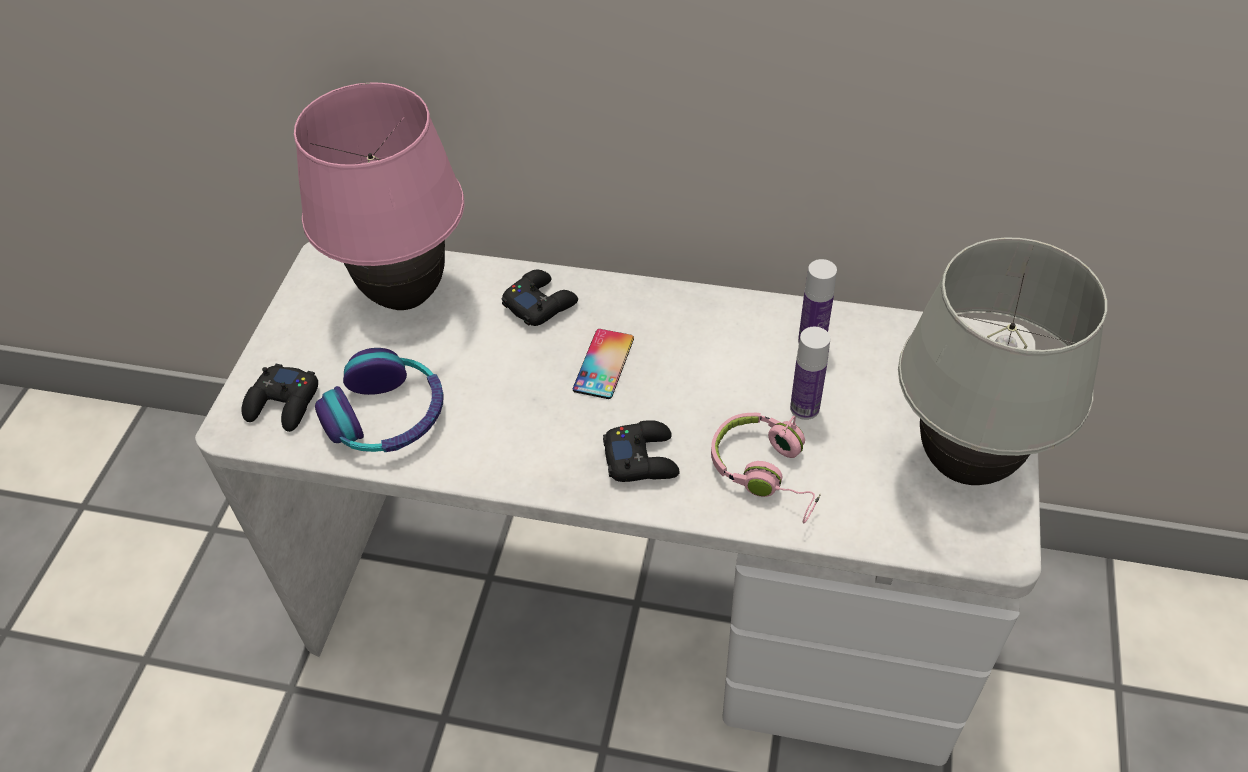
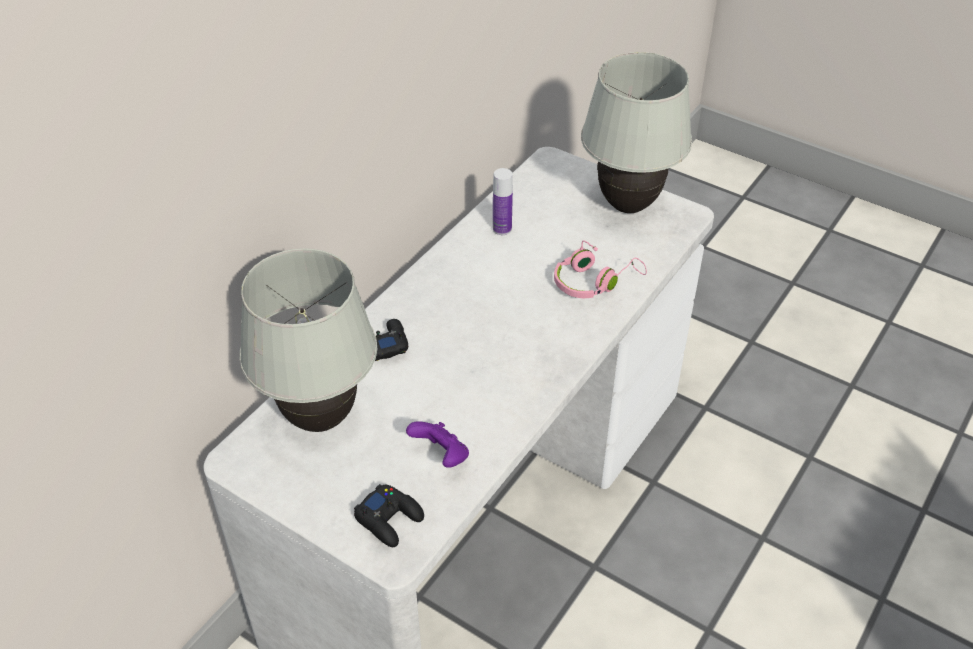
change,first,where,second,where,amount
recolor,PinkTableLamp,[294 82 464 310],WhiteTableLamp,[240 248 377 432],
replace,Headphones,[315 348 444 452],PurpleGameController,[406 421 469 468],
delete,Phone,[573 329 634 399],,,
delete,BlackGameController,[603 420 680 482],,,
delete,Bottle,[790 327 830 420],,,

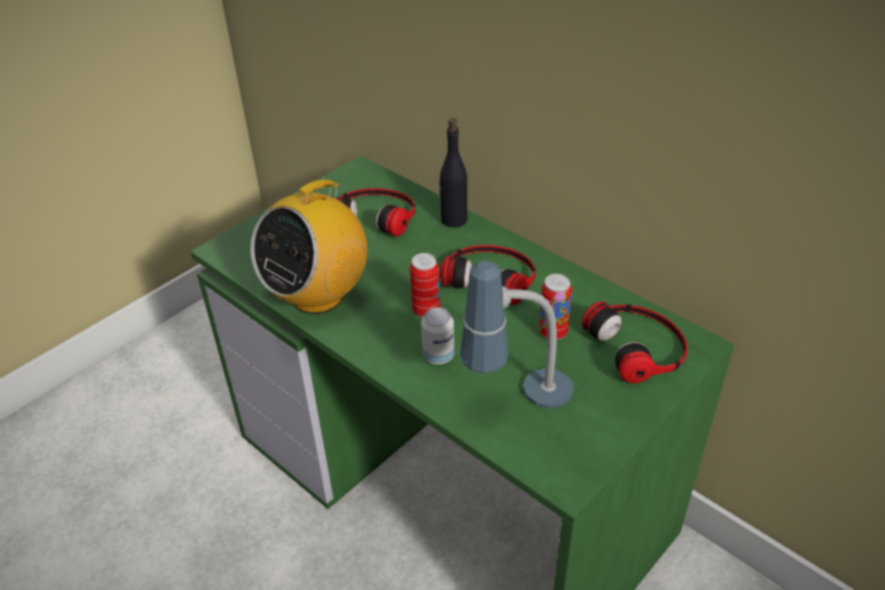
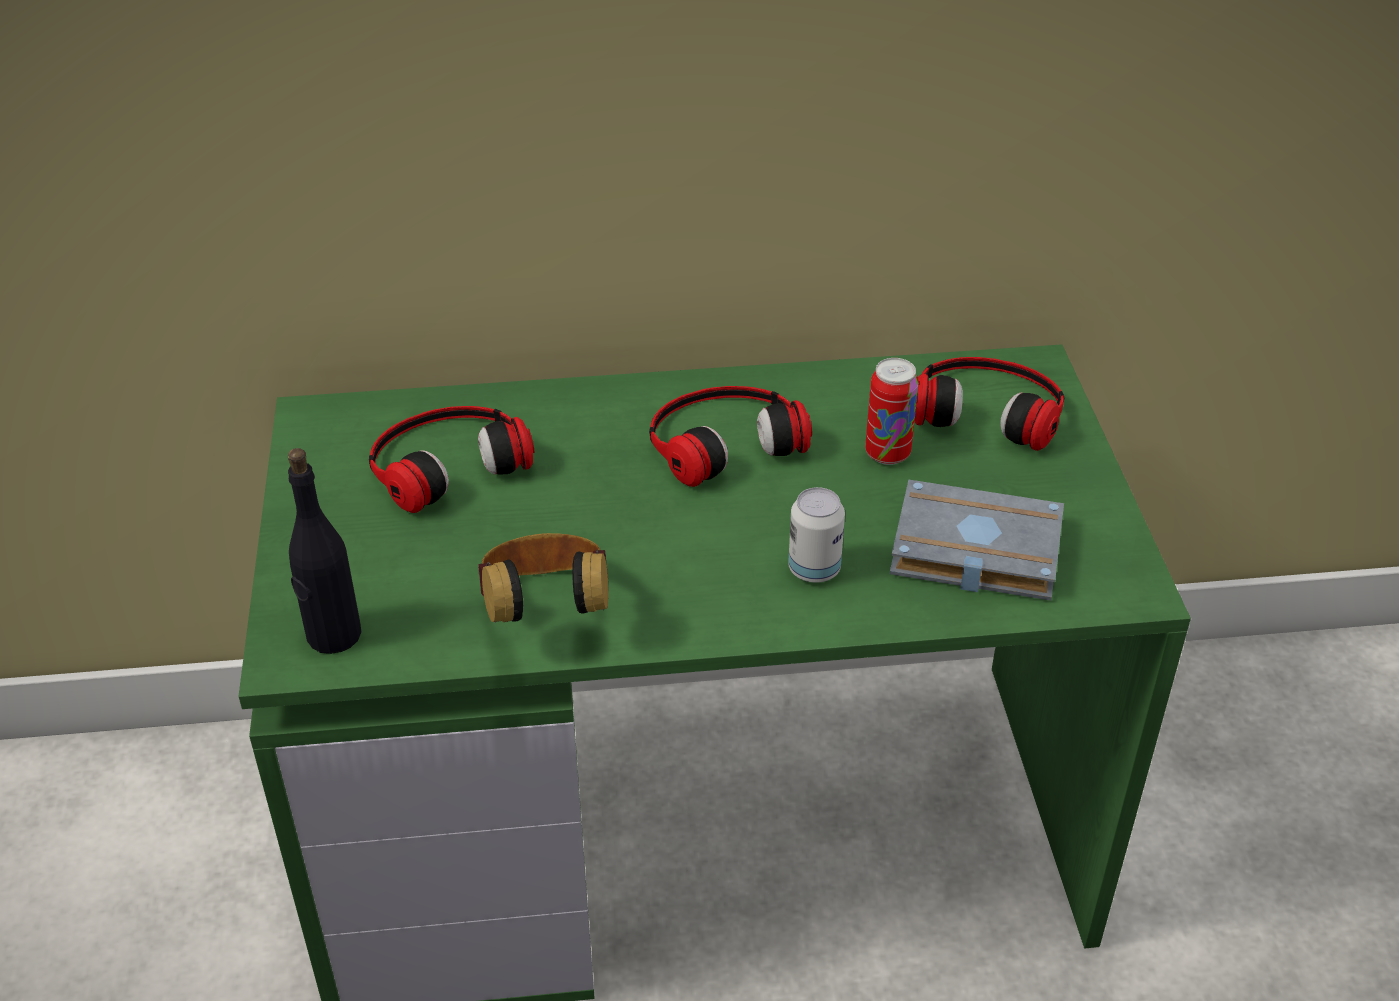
change,first,where,second,where,amount
replace,Radio,[250 174 367 314],Headphones,[478 533 609 623],
delete,Can,[410 253 440 317],,,
move,BlackBottle,[439 118 467 228],,[288 448 361 654],
replace,TableLamp,[460 261 574 409],GreyBook,[890 479 1064 601],

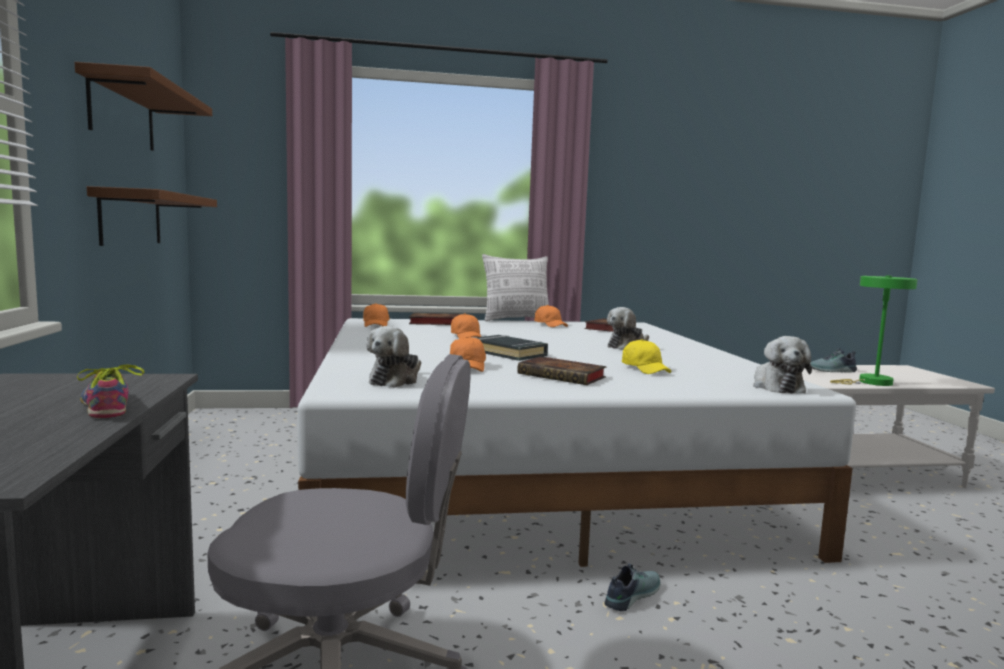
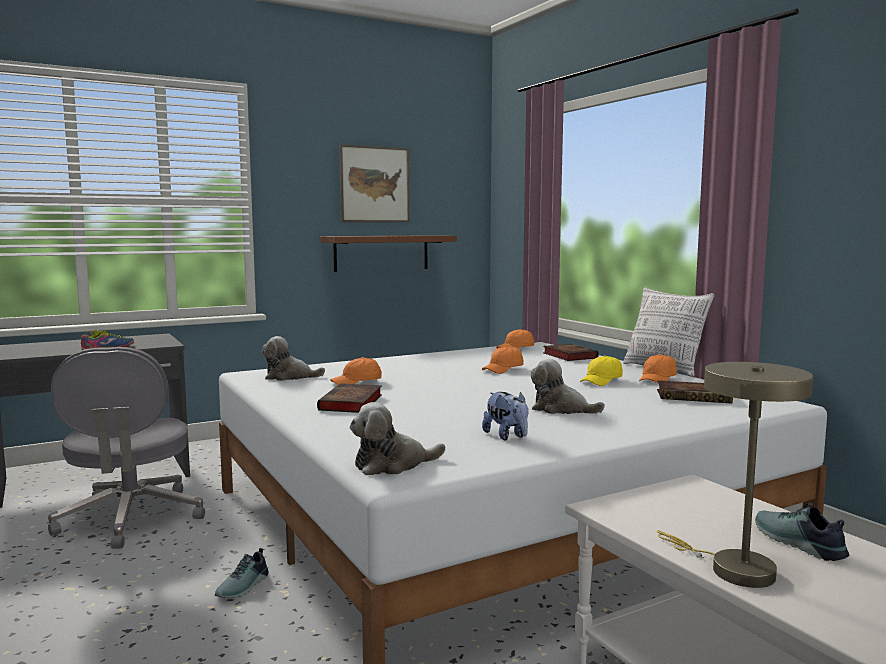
change,first,where,second,where,amount
replace,BrownShelf,[75 62 212 151],Picture,[339 144 410 222],
delete,BlackBook,[476 335 548 361],,,
rotate,Shoe,[604 563 660 611],,[215 548 269 598],90 degrees clockwise
move,YellowCap,[622 339 672 374],,[580 356 623 386],
recolor,GreenTableLamp,[830 275 917 386],BeigeTableLamp,[657 362 813 588],
insert,,,PlushToy,[482 392 528 440],

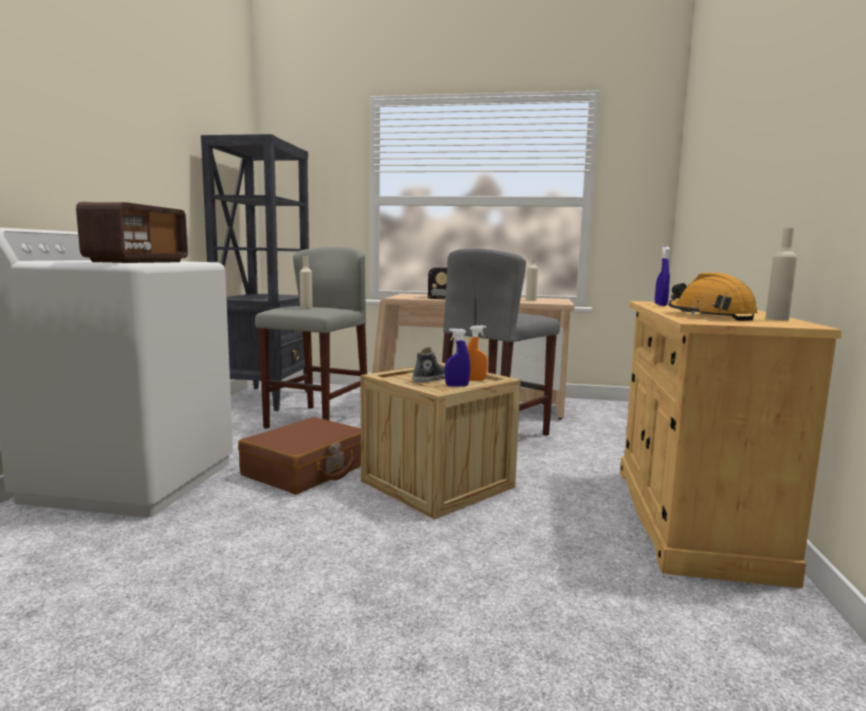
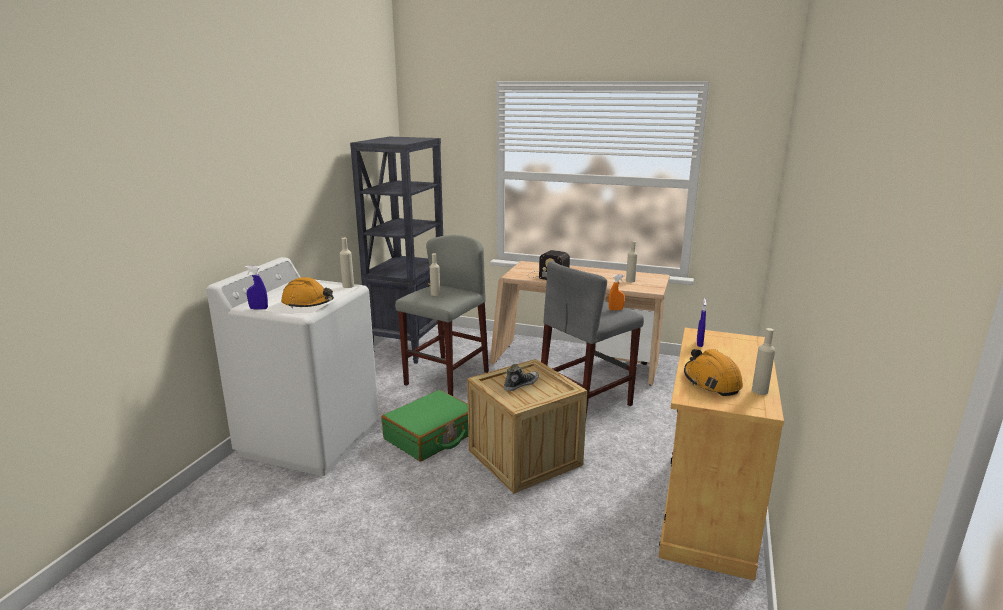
change,first,where,second,where,amount
replace,Radio,[76 202 188 263],OrangeHardHat,[281 277 334 308],
recolor,BrownSuitcase,[238 417 361 494],GreenSuitcase,[381 390 468 461],
move,BlueSprayBottle,[445 328 470 387],,[245 266 268 309],
move,OrangeSprayBottle,[467 325 488 381],,[609 275 625 310],
insert,,,BeigeBottle,[340 238 354 288],

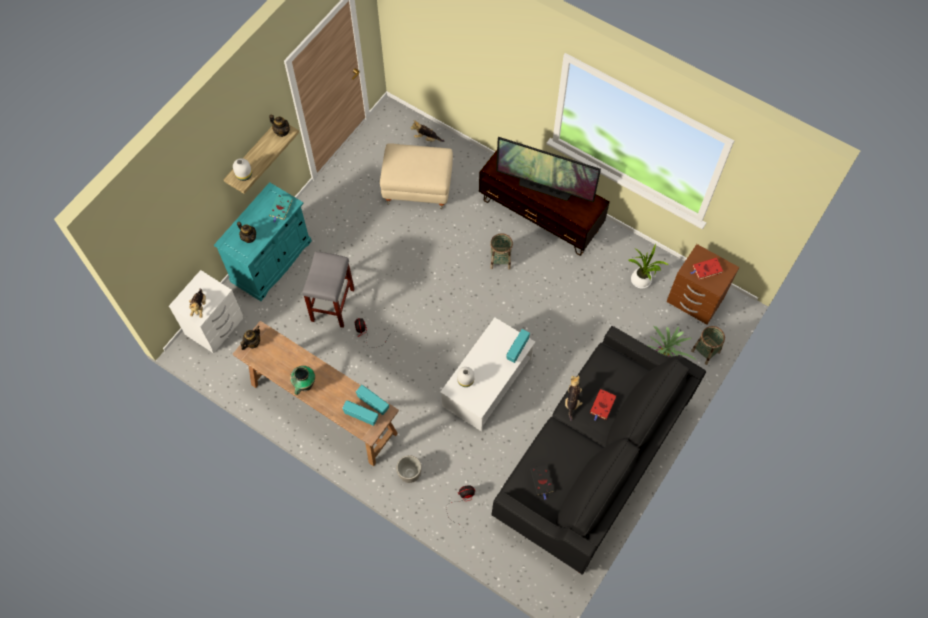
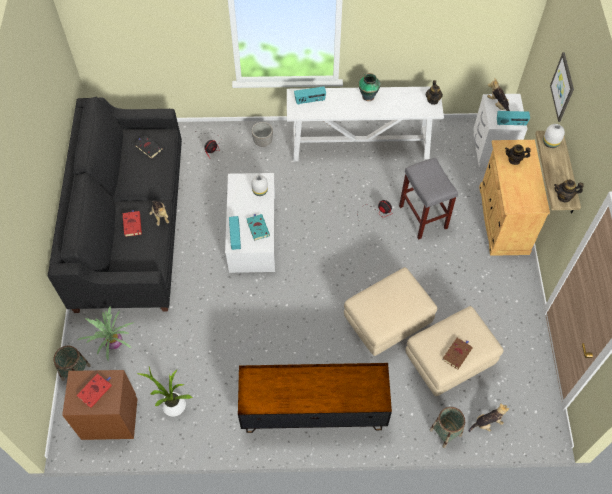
change,first,where,second,where,amount
recolor,TurquoiseCabinet,[214 182 312 301],BeigeCabinet,[479 140 550 256],
recolor,BrownConsoleTable,[233 321 399 466],WhiteConsoleTable,[287 86 444 161],
move,TurquoiseBook,[269 194 293 222],,[246 214 270 241],
move,Radio,[356 385 389 415],,[497 111 530 126],
move,Basket,[490 233 513 270],,[430 407 465 448],
delete,Television,[496 137 601 202],,,
insert,,,BeigeOttoman,[344 267 437 356],
insert,,,BrownBook,[442 338 473 369],
insert,,,Picture,[550 52 574 122],

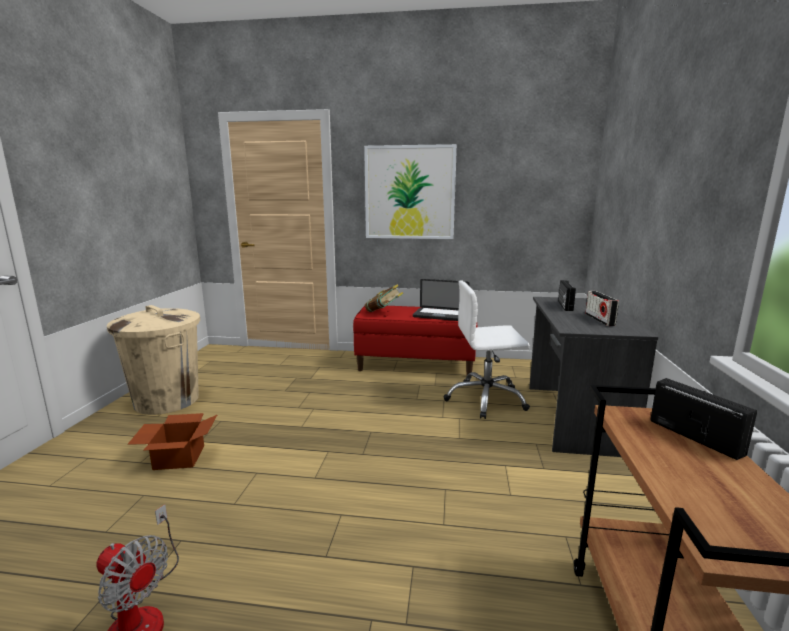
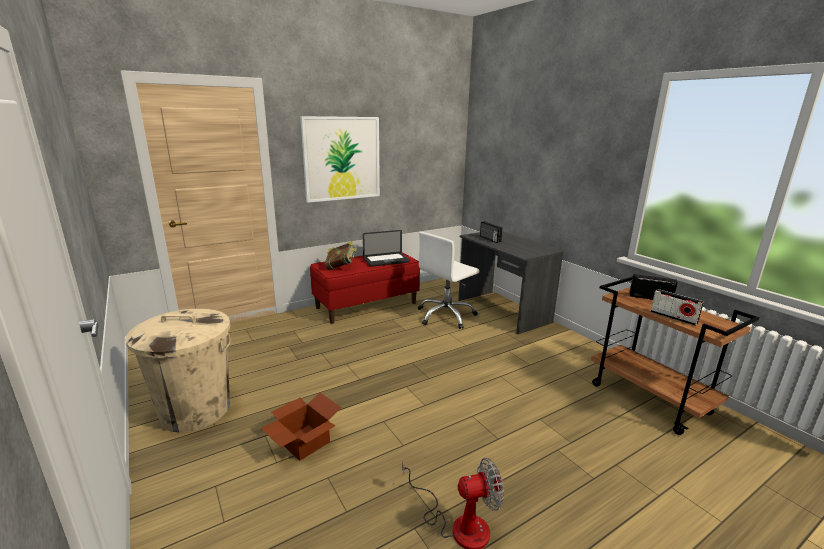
change,first,where,second,where,amount
move,Radio,[585 291 619 326],,[650 289 704 326],

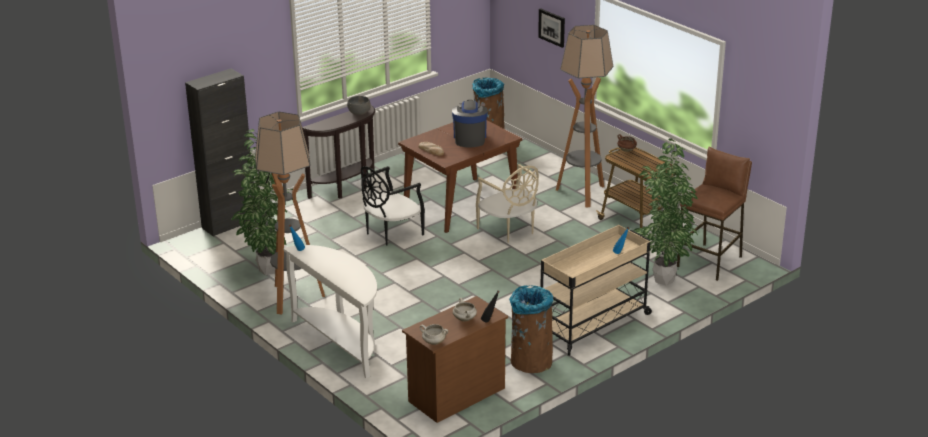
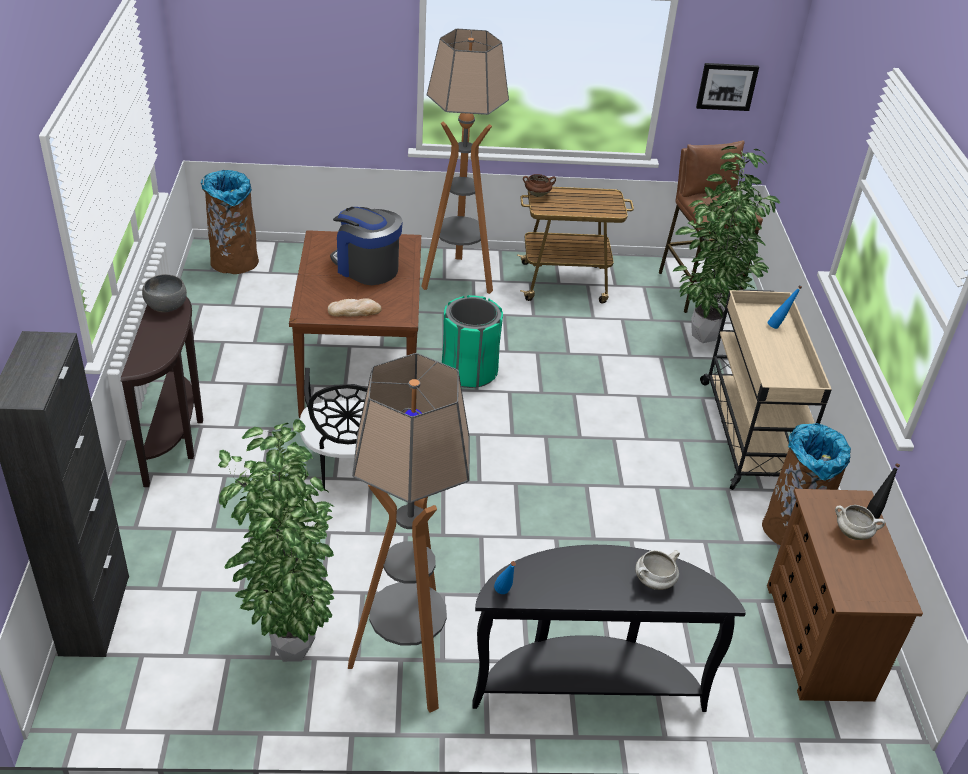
change,first,where,second,where,amount
recolor,WhiteConsoleTable,[283 245 377 378],BlackConsoleTable,[472 545 746 712],
move,WhiteCookingPot,[420 324 448 345],,[635 550 680 590],
replace,BeigeChair,[476 164 539 243],GreenTrashCan,[442 295 503 388],
move,Picture,[538 9 565 48],,[696 63 759 111],

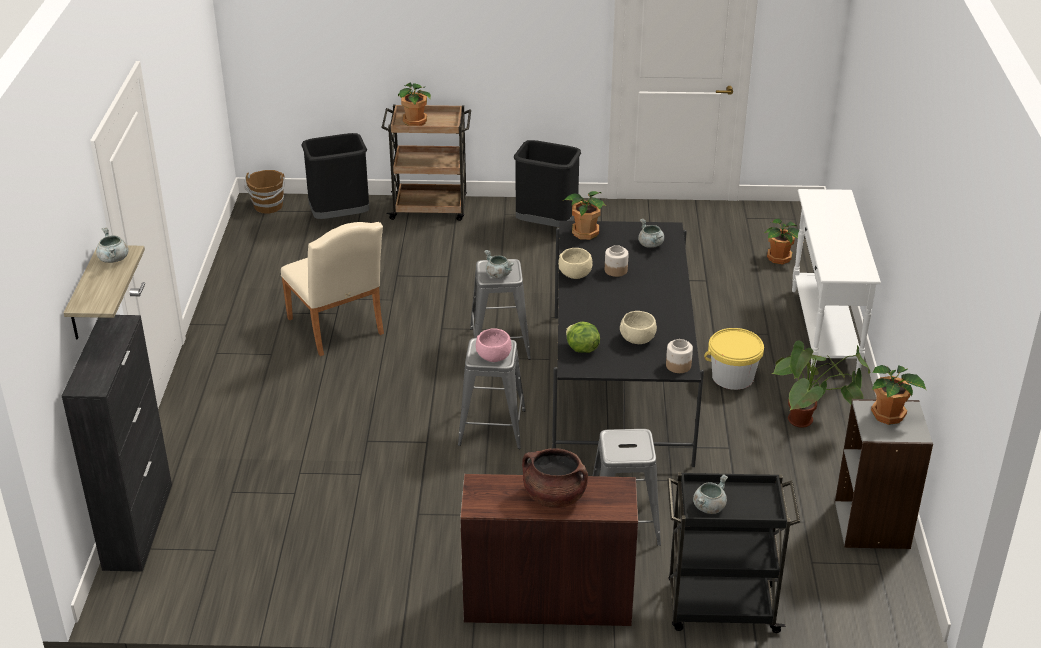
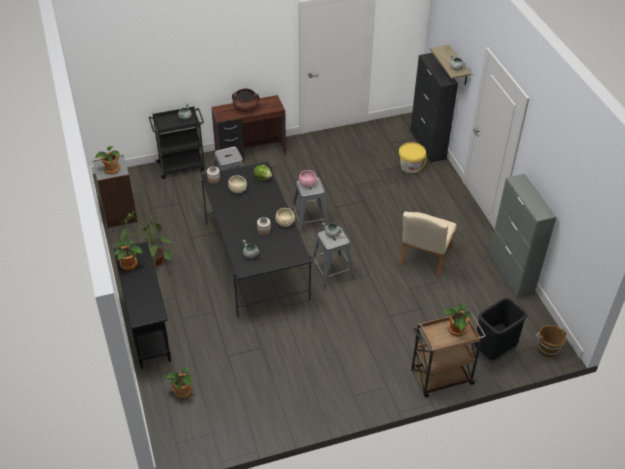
change,first,where,second,where,amount
rotate,BeigeChair,[281 222 384 356],,[400 211 456 278],105 degrees counterclockwise
delete,BlackTrashCan,[514 140 581 227],,,
move,PottedPlant,[563 191 606 240],,[114 241 143 271],
move,YellowBucket,[704 328 764 390],,[399 142 426 173],
recolor,WhiteConsoleTable,[792 189 881 373],BlackConsoleTable,[113 242 171 369],
insert,,,GreyCabinet,[489 174 556 298],

